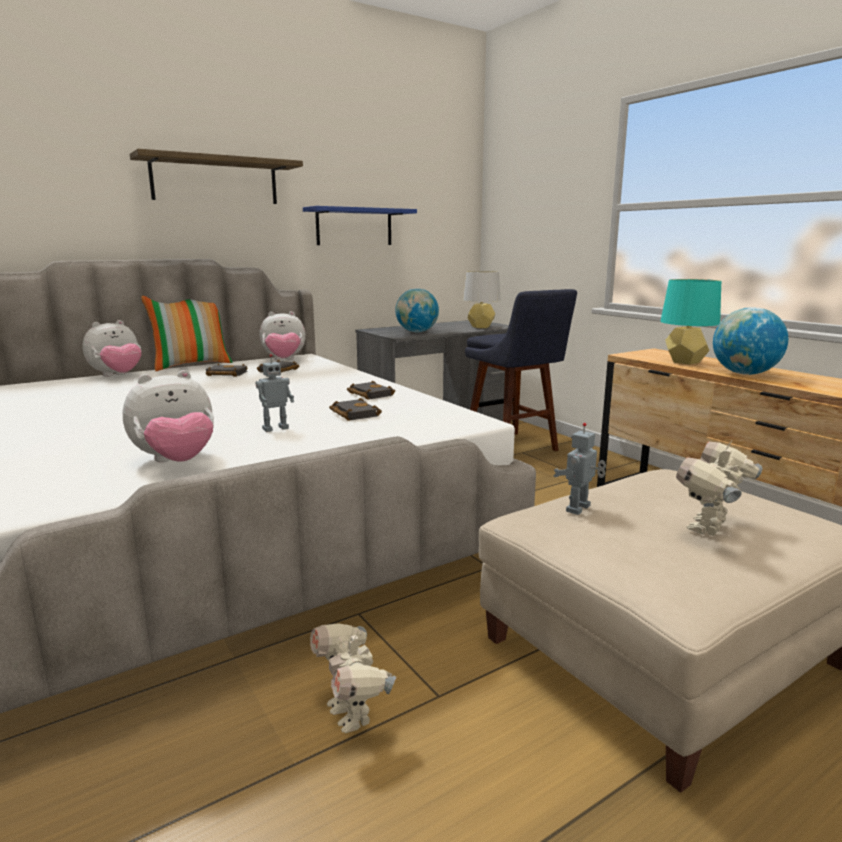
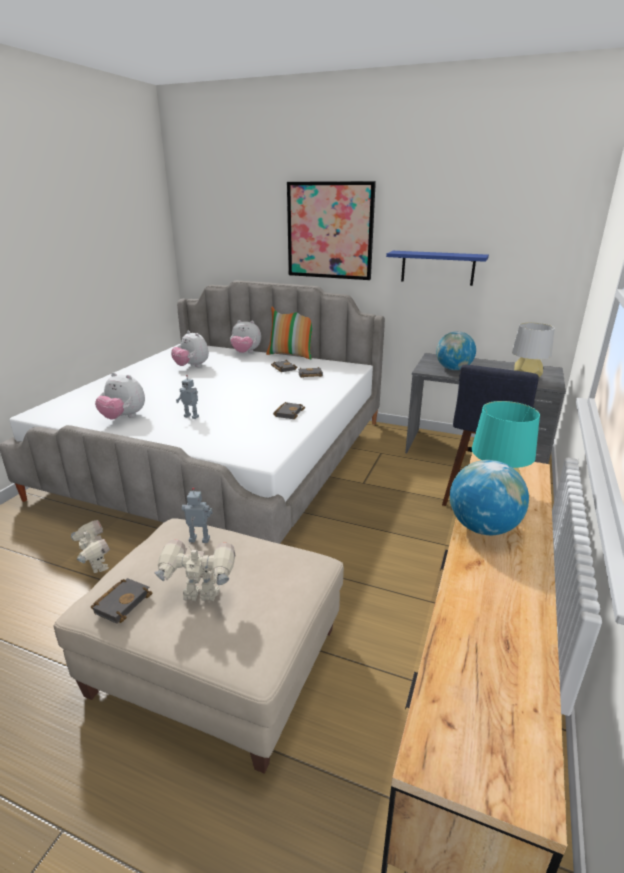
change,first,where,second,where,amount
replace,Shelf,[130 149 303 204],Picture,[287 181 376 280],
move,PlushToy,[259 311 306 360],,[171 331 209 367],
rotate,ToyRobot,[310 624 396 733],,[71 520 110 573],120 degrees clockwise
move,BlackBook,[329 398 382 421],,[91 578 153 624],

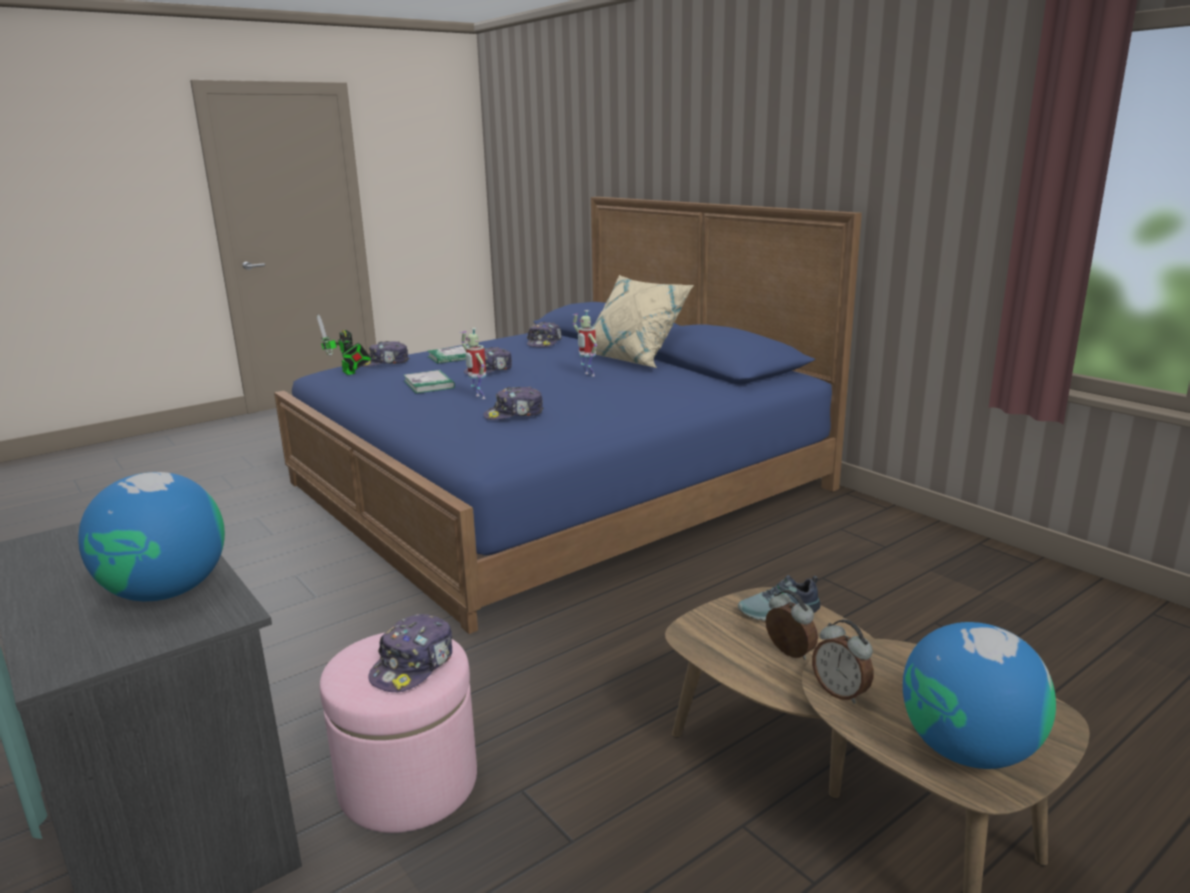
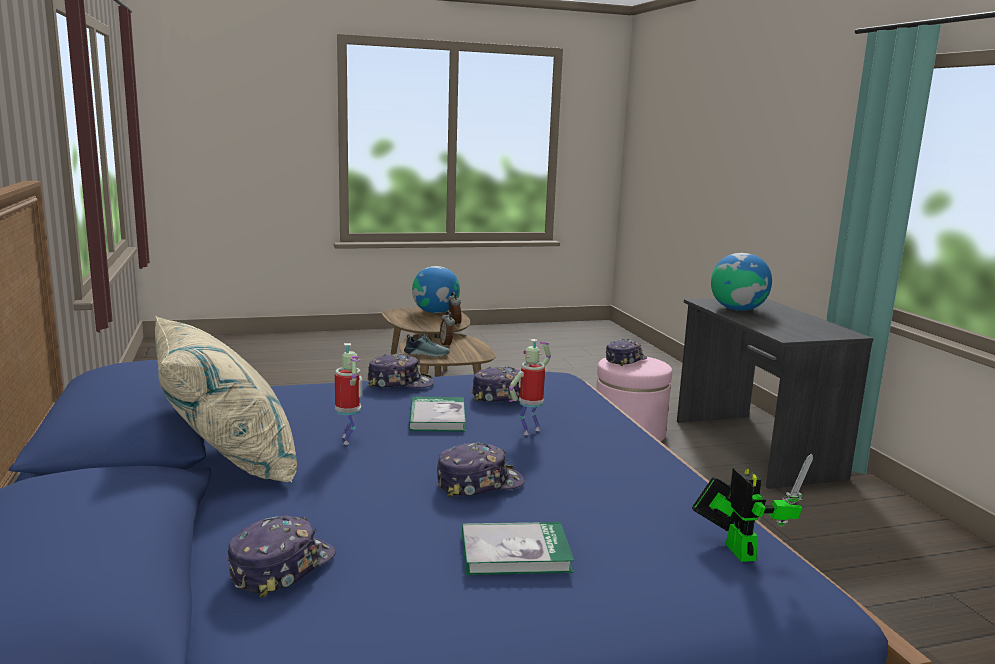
change,first,where,second,where,amount
move,Cap,[362 341 409 367],,[367 354 434 388],
move,Book,[404 370 455 393],,[409 396 466 431],
rotate,ToyRobot,[460 328 486 399],,[509 339 551 435],120 degrees counterclockwise

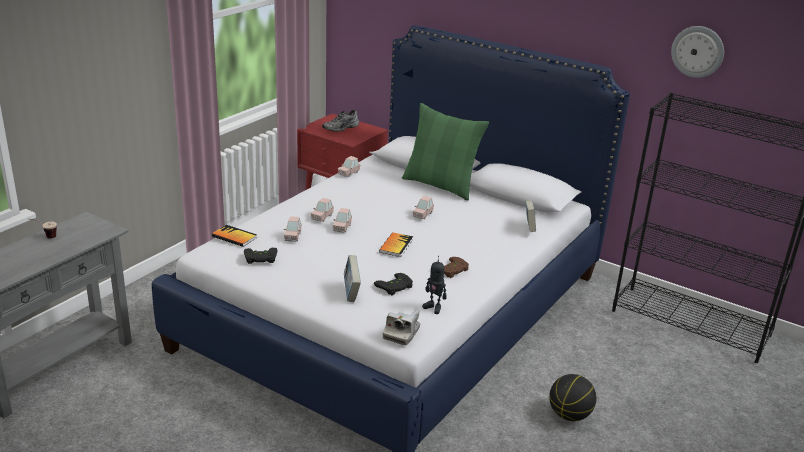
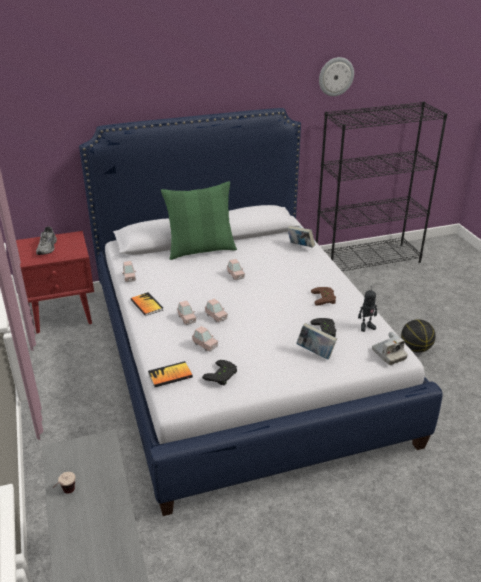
change,first,where,second,where,amount
move,Book,[379 232 413 257],,[131 292 163 316],

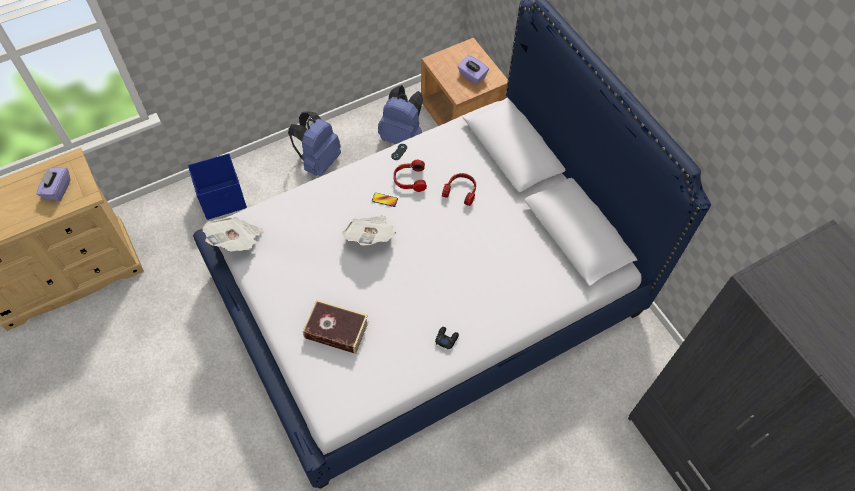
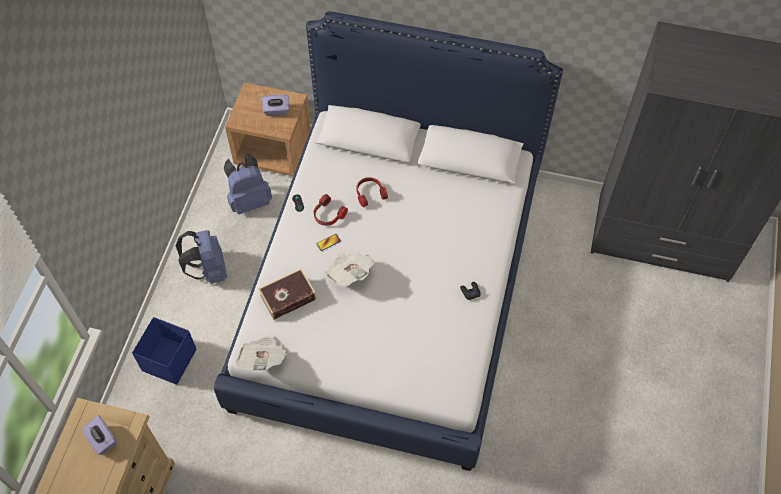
change,first,where,second,where,amount
move,Book,[303 300 369 354],,[258 268 316 320],

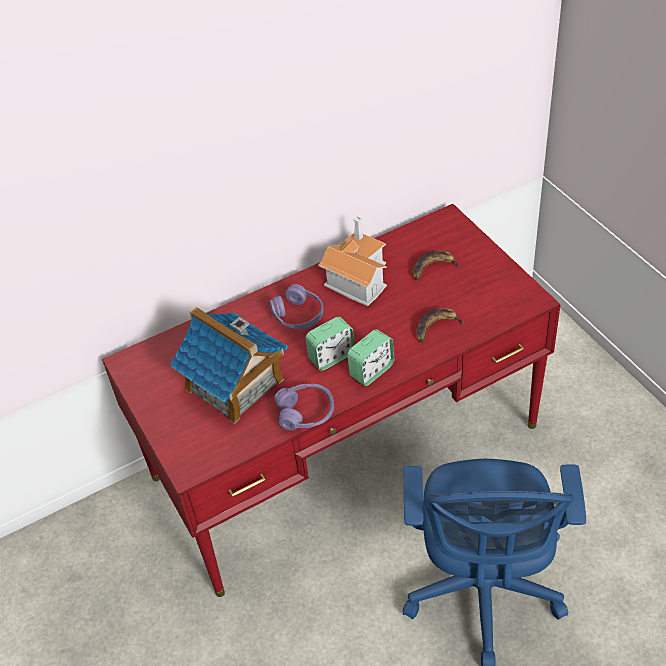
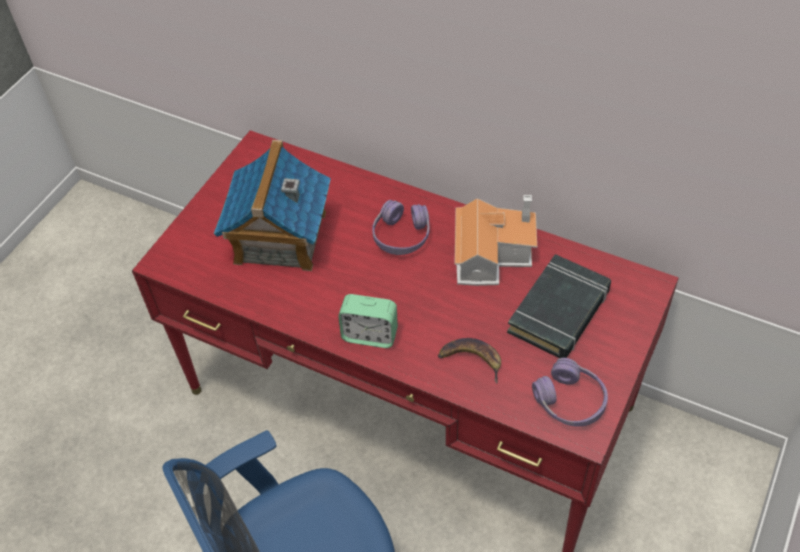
change,first,where,second,where,amount
move,PurpleHeadphones,[274 384 334 431],,[532 358 608 426],
delete,AlarmClock,[305 317 355 371],,,
replace,Banana,[413 250 461 280],BlackBook,[507 254 611 358],

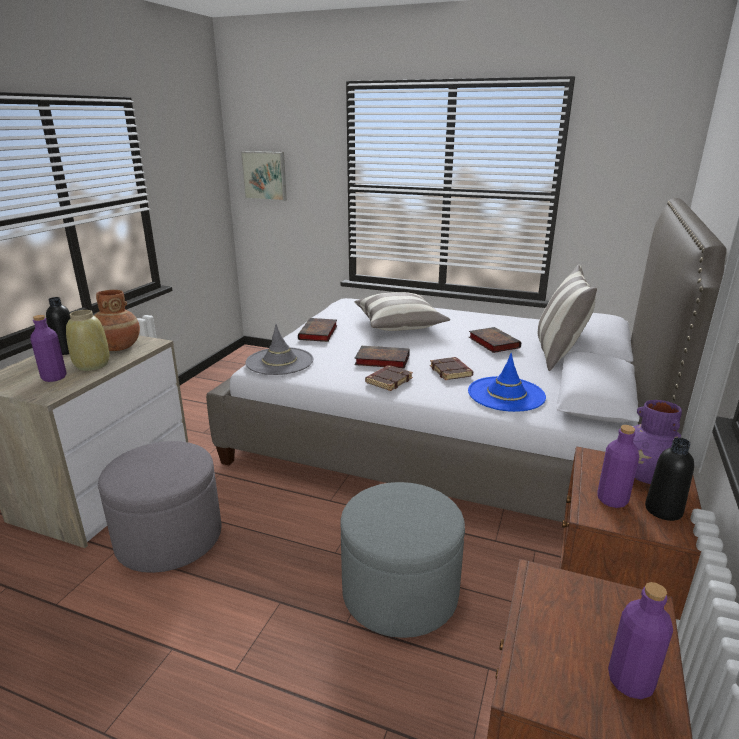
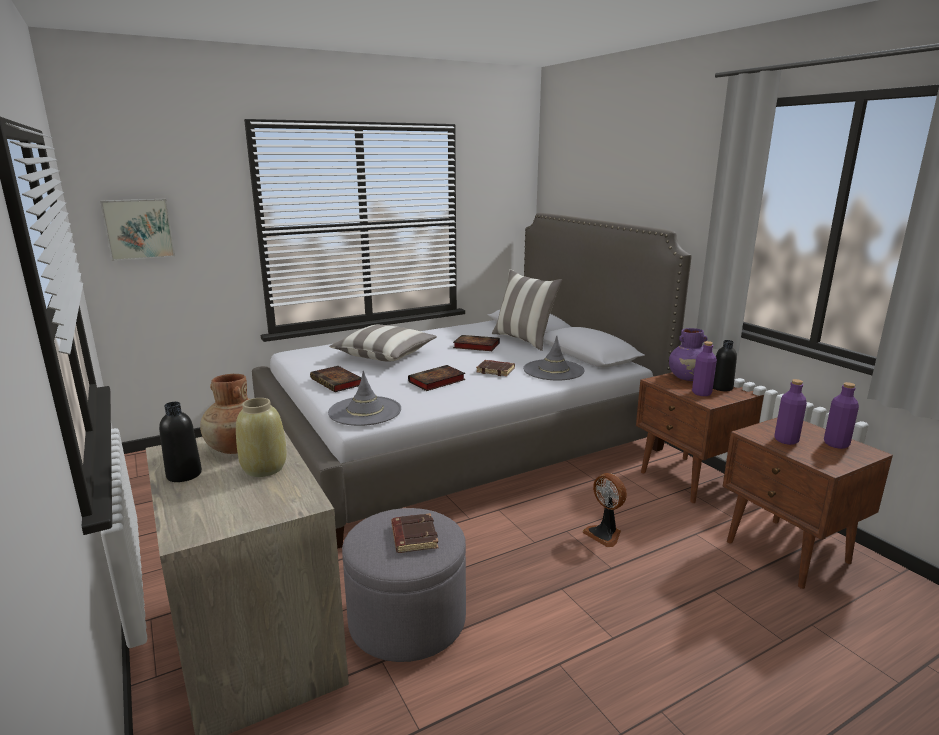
change,first,where,second,where,amount
move,PurpleBottle,[30 315 67 382],,[775 379 807 445],
replace,GreyOttoman,[340 482 465 638],Fan,[582 473 627 547],
move,BrownBook,[365 365 413 391],,[391 513 439 553],
recolor,BlueHat,[468 353 546 412],GreyHat,[523 336 585 380],

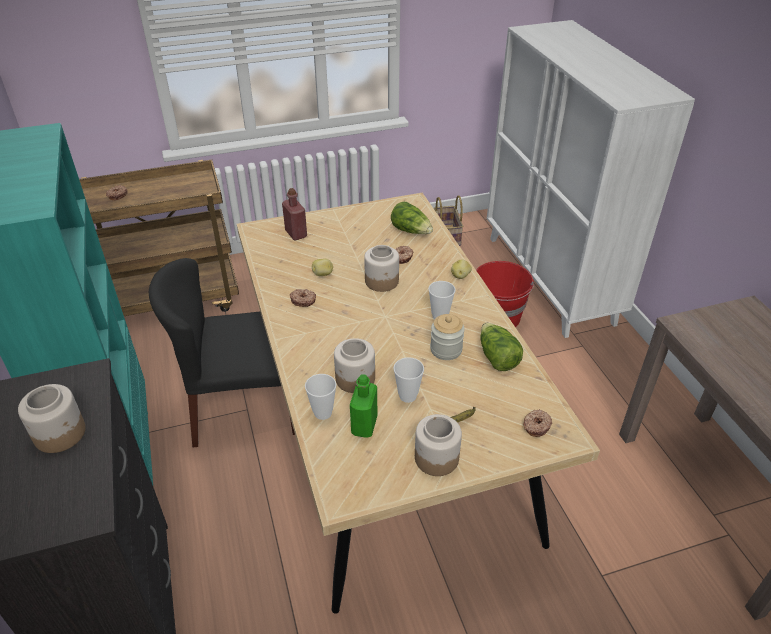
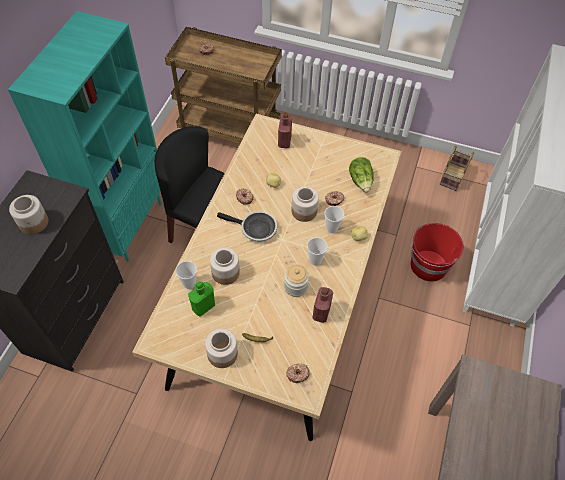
change,first,where,second,where,amount
move,Cup,[393 357 424 403],,[325 206 344 233],
replace,Lettuce,[480 323 523 371],RedBottle,[313 287 333 323],
insert,,,FryingPan,[217 211 277 242],

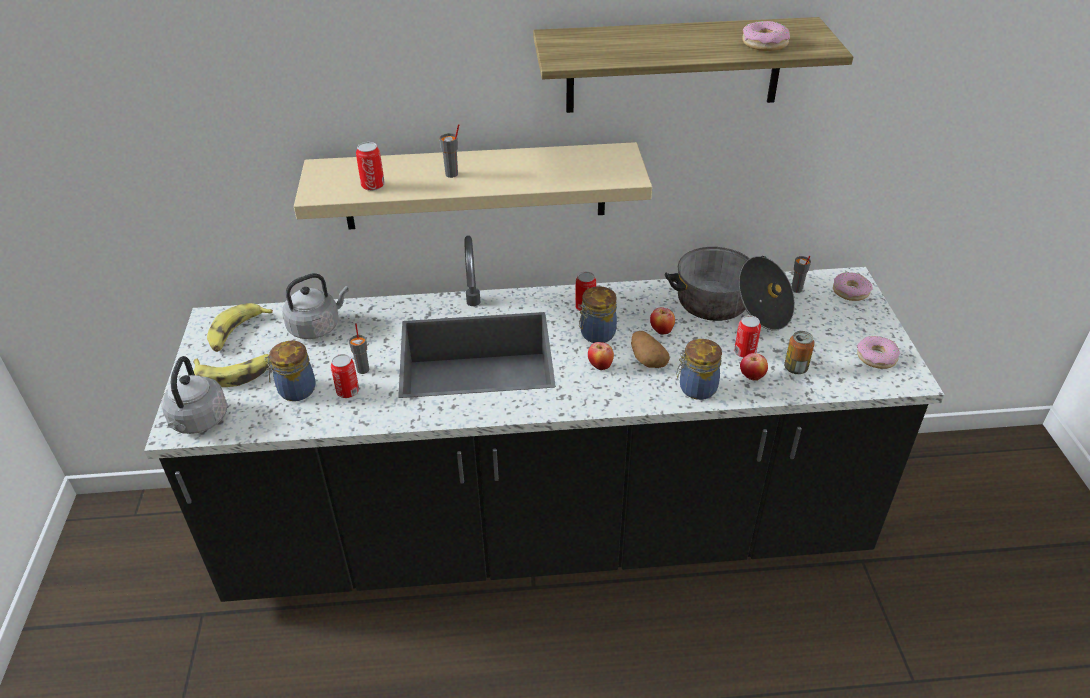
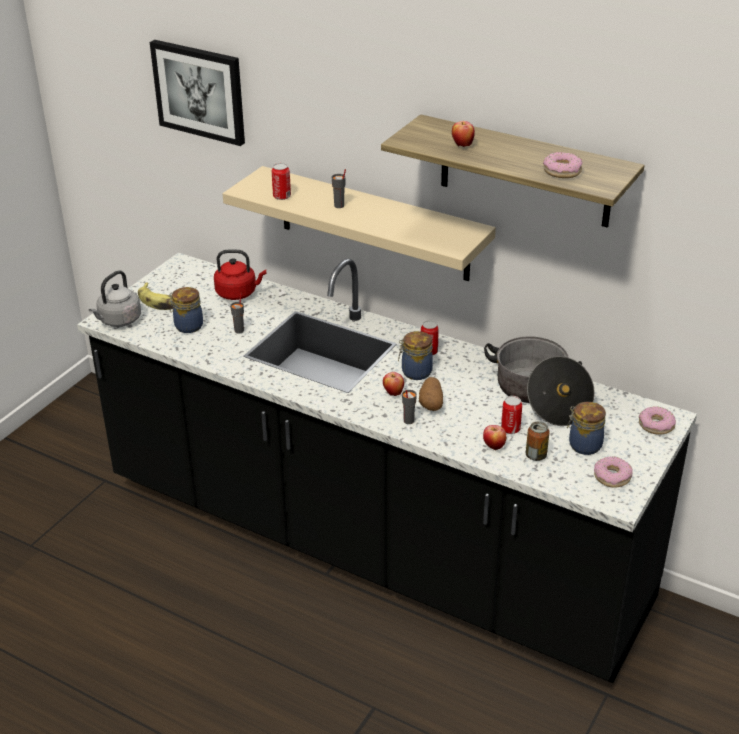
change,first,where,second,where,amount
delete,Banana,[207 303 273 352],,,
recolor,GreyKettle,[282 273 349 339],RedKettle,[214 249 266 300],
delete,Can,[331 354 359 398],,,
move,Apple,[650 307 675 335],,[452 121 475 147],
move,Jar,[676 339 722 400],,[567 402 606 455],
move,GreyCup,[792 256 811 293],,[402 390 417 424],
insert,,,Picture,[150 40 245 146],

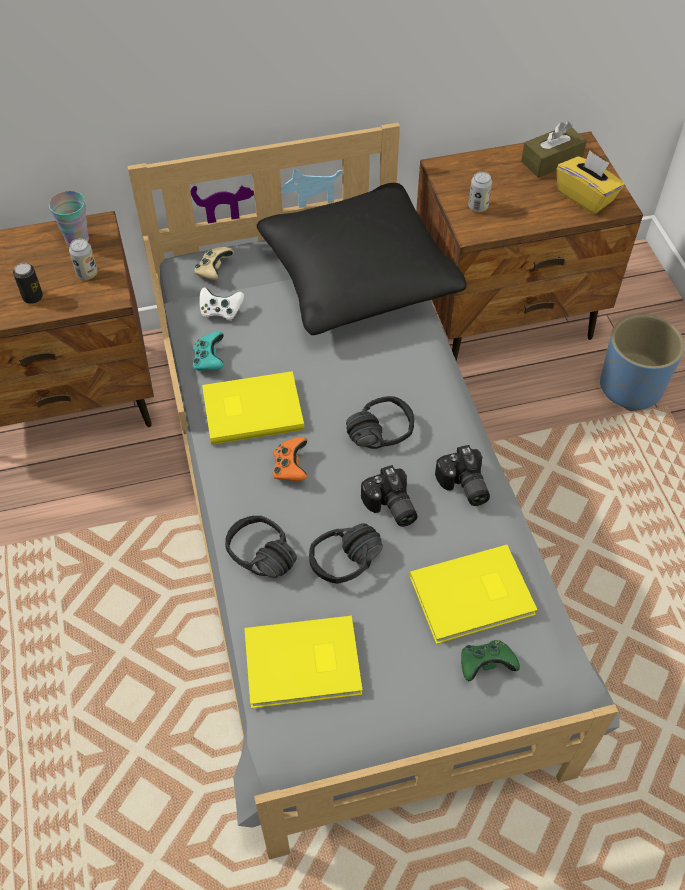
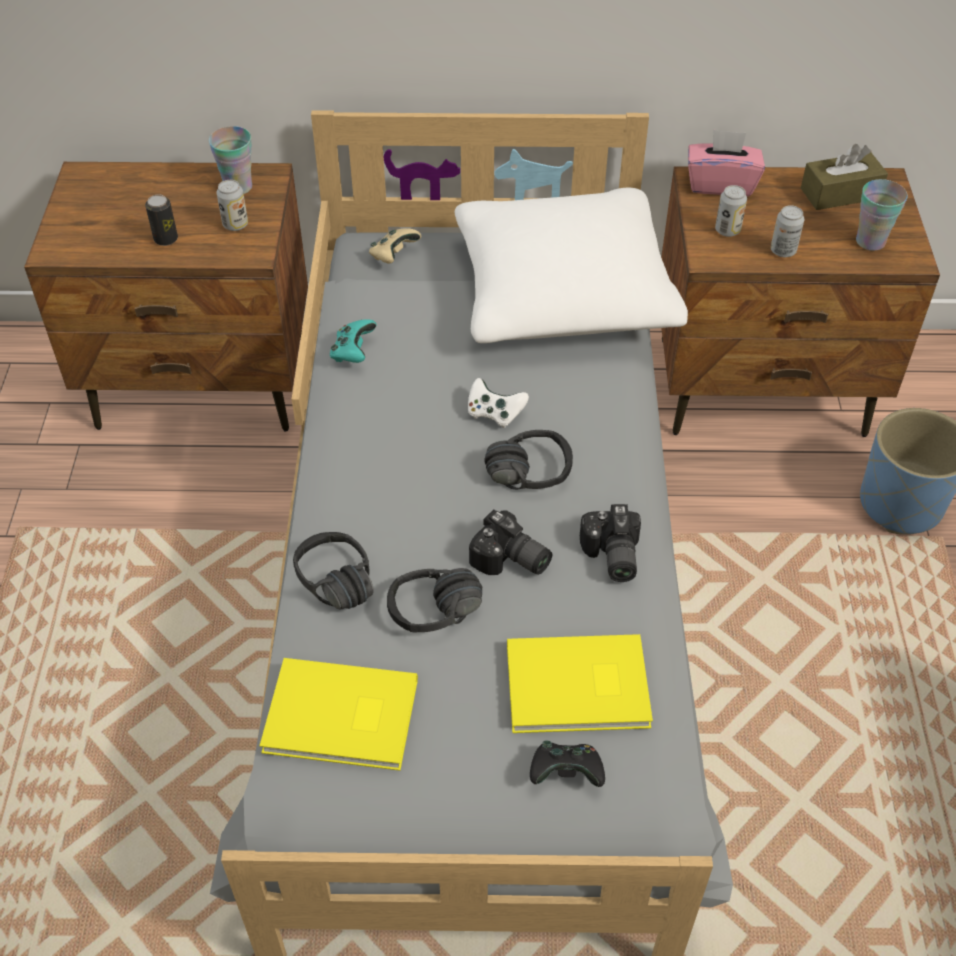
change,first,where,second,where,amount
move,WhiteGameController,[199 288 244 321],,[468 378 529 428],
delete,YellowBook,[202 371 304 445],,,
recolor,BlackPillow,[257 183 467 335],WhitePillow,[455 188 688 343],
delete,OrangeGameController,[273 437 307 481],,,
rotate,PhotoCamera,[361 465 417 527],,[469 509 552 575],45 degrees counterclockwise
recolor,GreenGameController,[461 640 520 681],BlackGameController,[530 741 605 787],
replace,YellowTissueBox,[557 150 624 214],Cup,[856 179 908 251],
insert,,,PinkTissueBox,[688 130 765 196],
insert,,,Can,[771 205 804 257],

